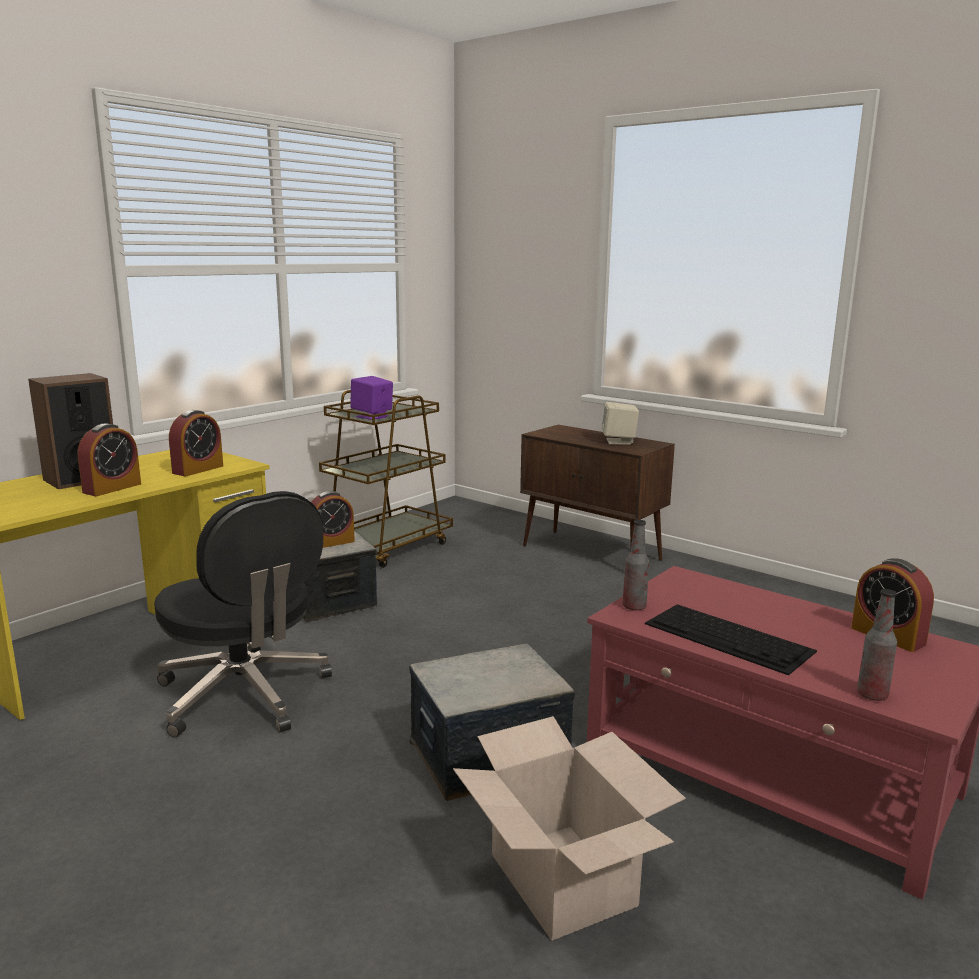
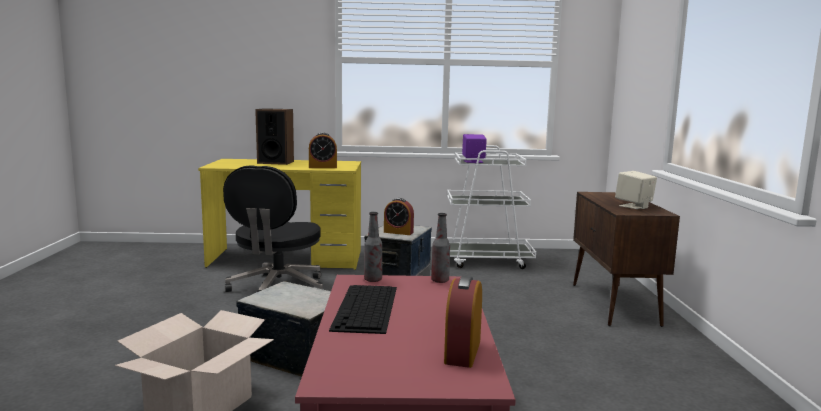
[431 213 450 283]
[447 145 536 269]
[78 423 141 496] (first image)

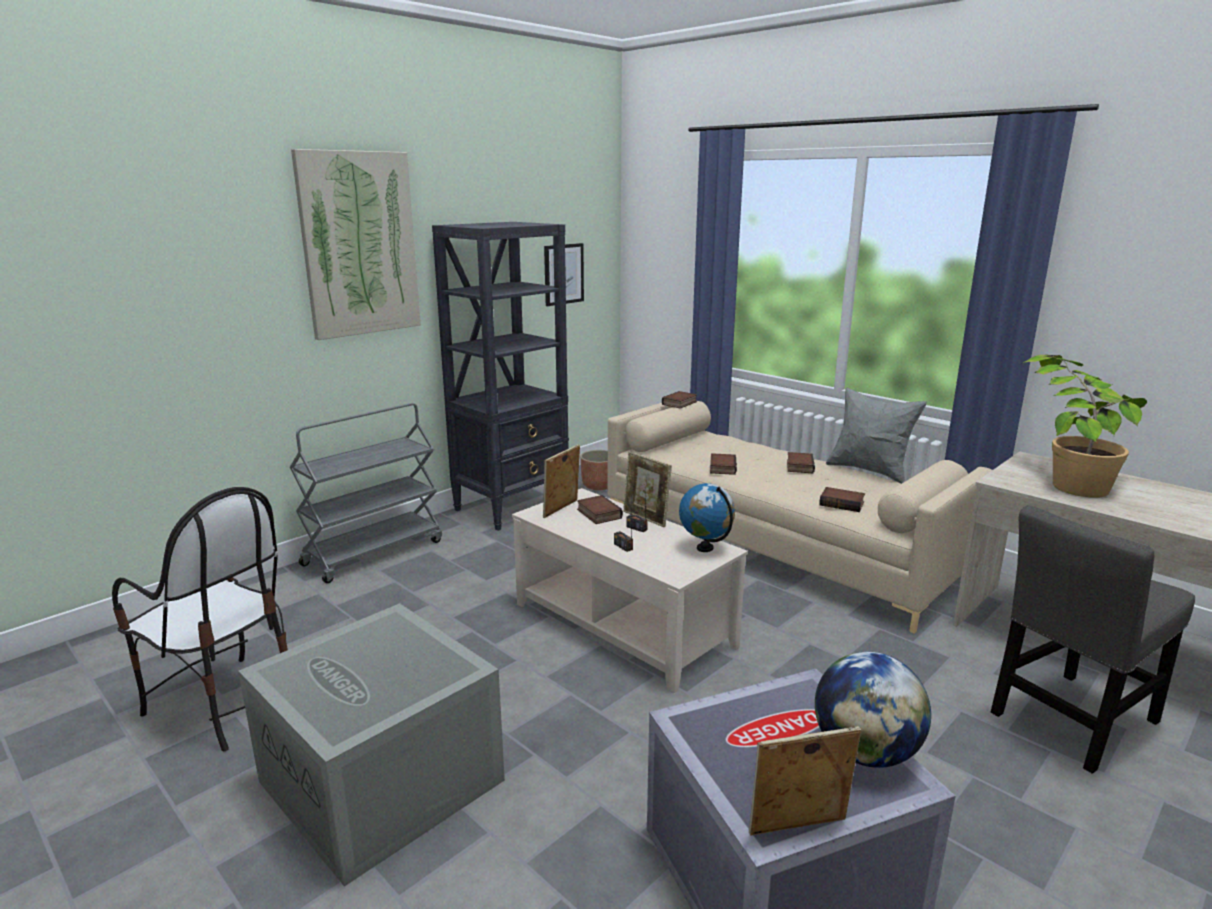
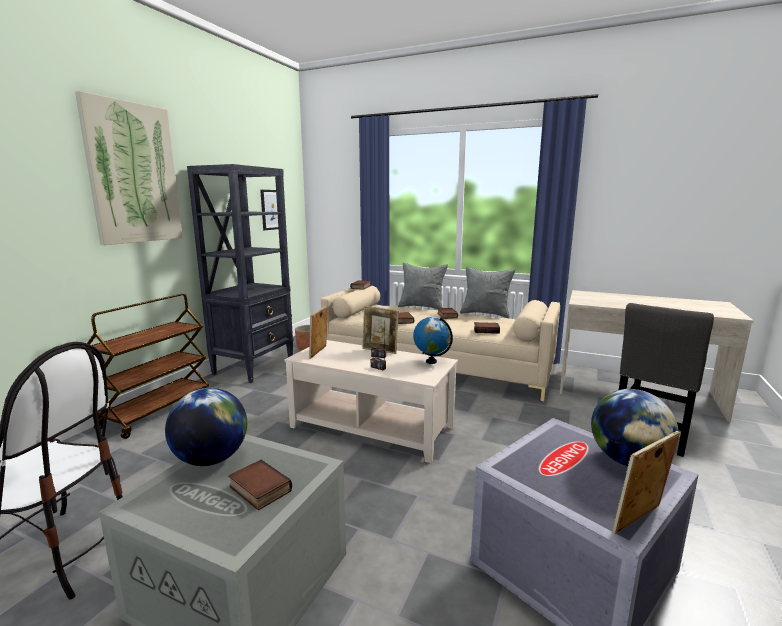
[87 294 211 439]
[165 388 247 466]
[228 460 292 510]
[398 263 448 310]
[1023 355 1147 498] (first image)

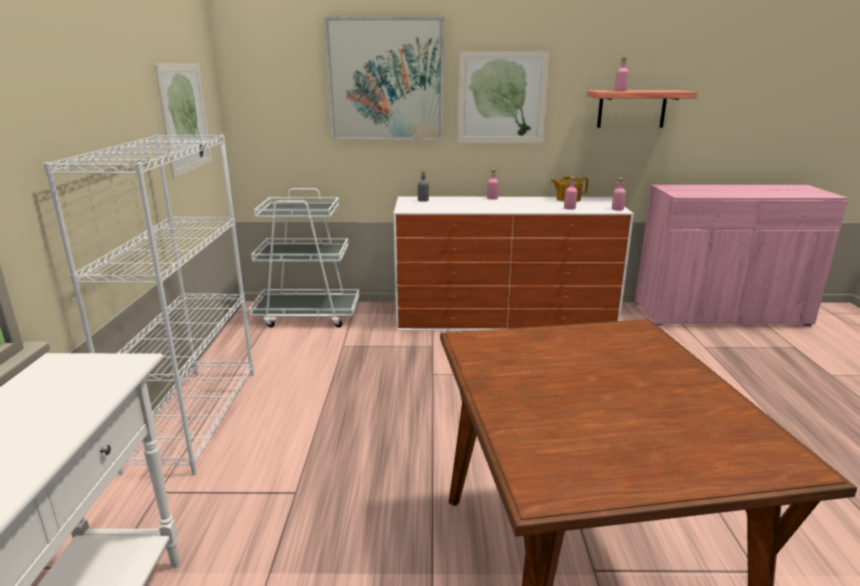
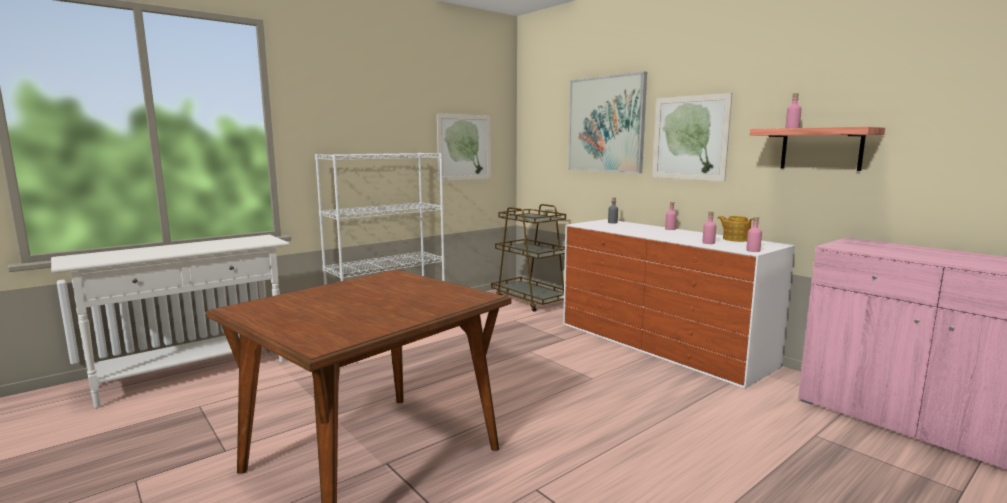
[491 204 566 312]

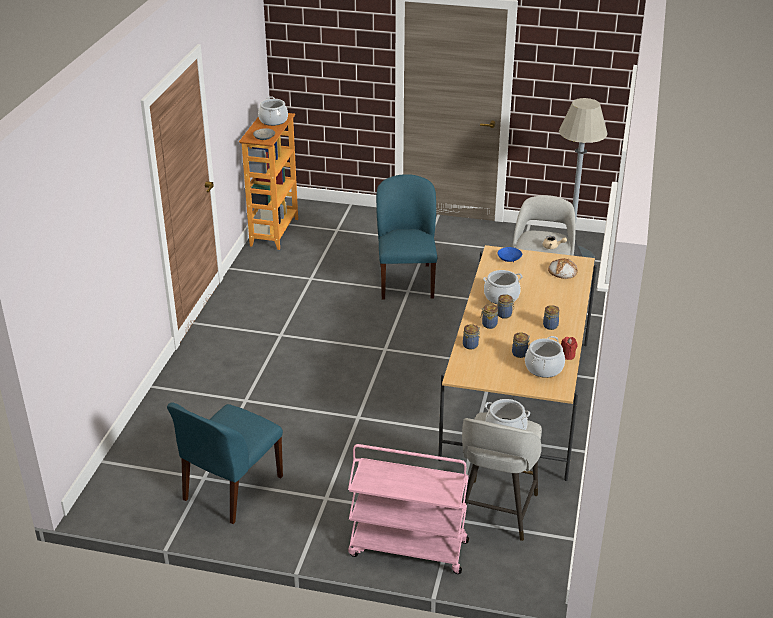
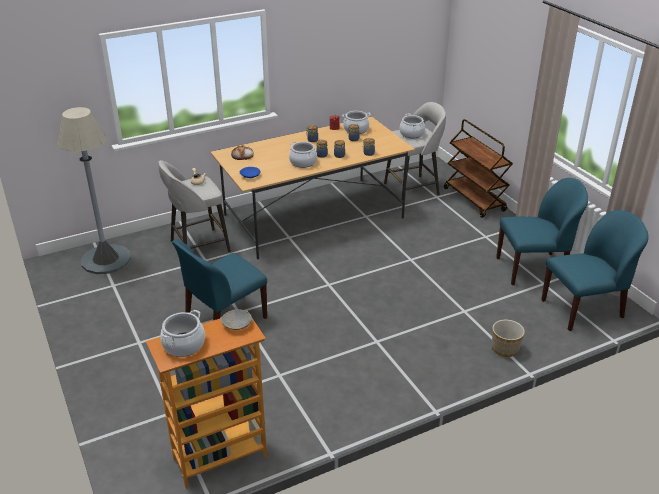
[444 119 513 218]
[492 320 525 357]
[541 210 649 331]

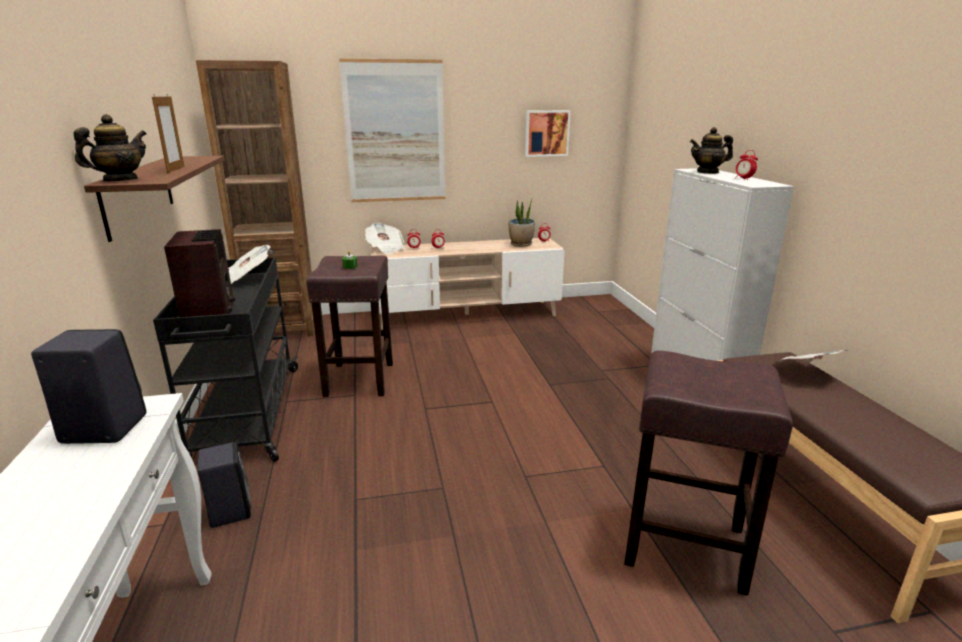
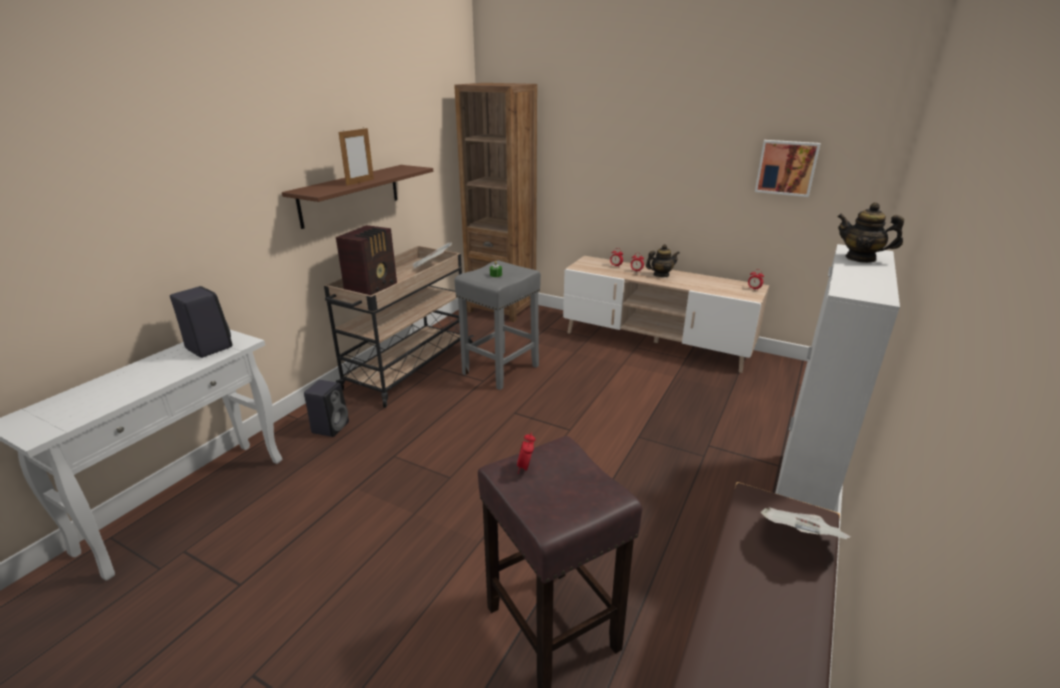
[324 246 474 408]
[454 260 541 390]
[517 432 535 474]
[646 244 680 277]
[339 59 446 202] (first image)
[365 223 405 255] (first image)
[508 196 535 247] (first image)

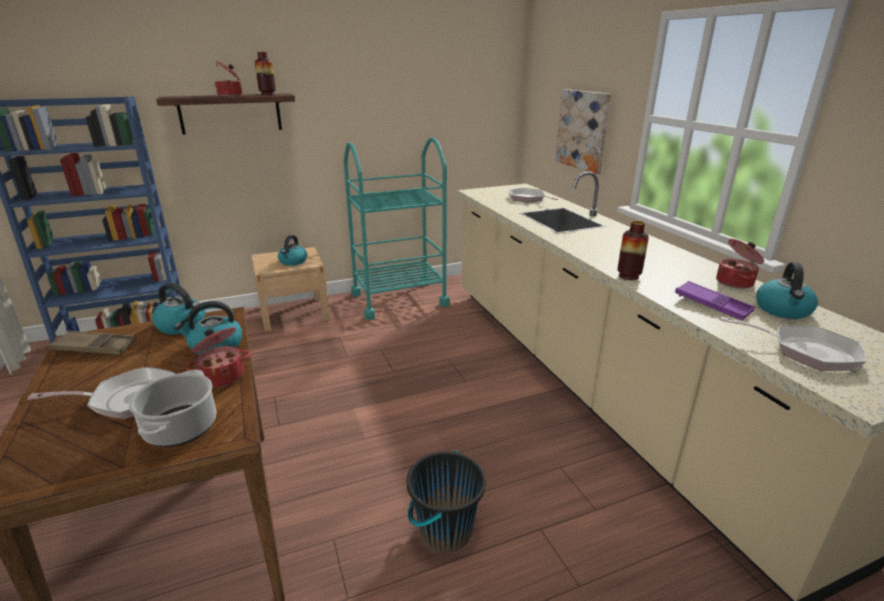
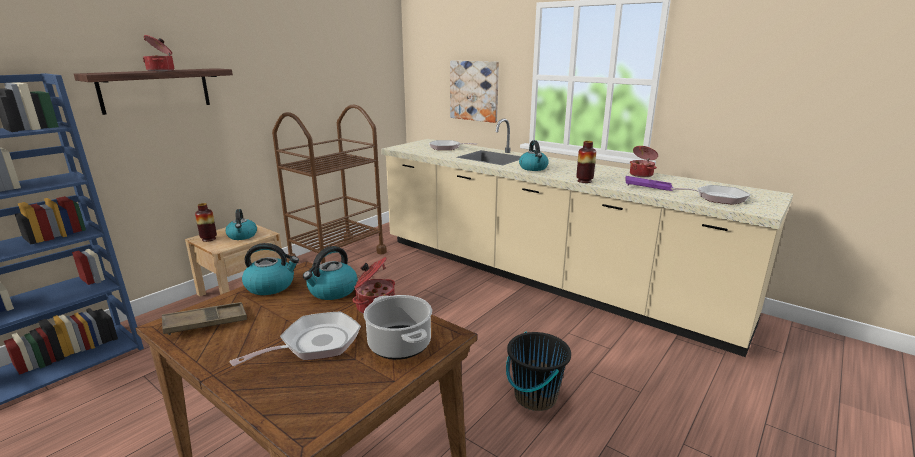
[195 203 217 242]
[272 105 387 264]
[519 140 549 171]

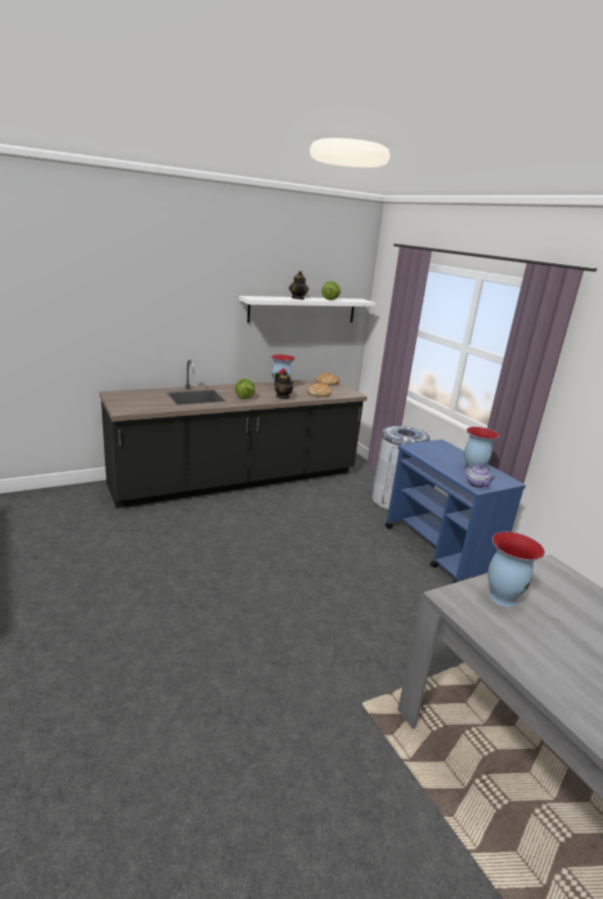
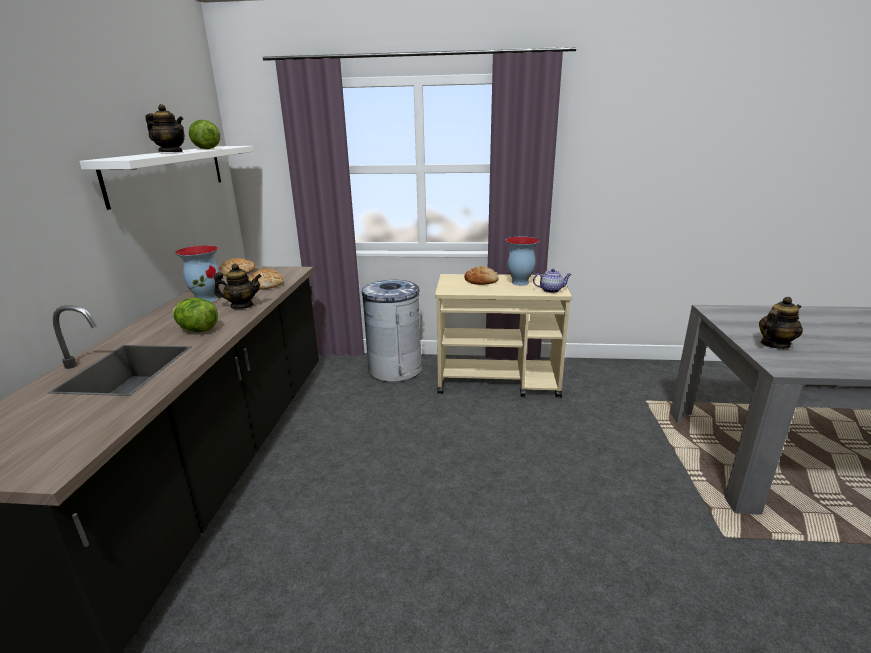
[435 274 572 398]
[464 266 499 285]
[759 297 803 349]

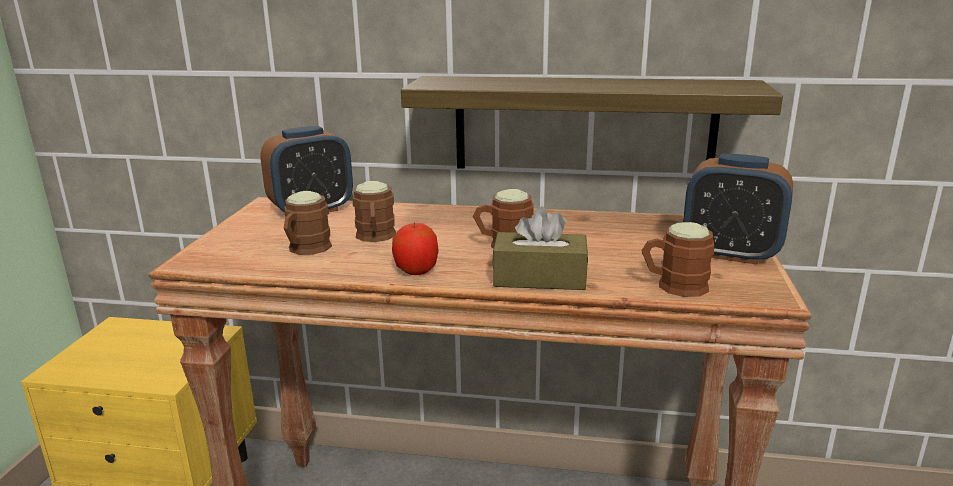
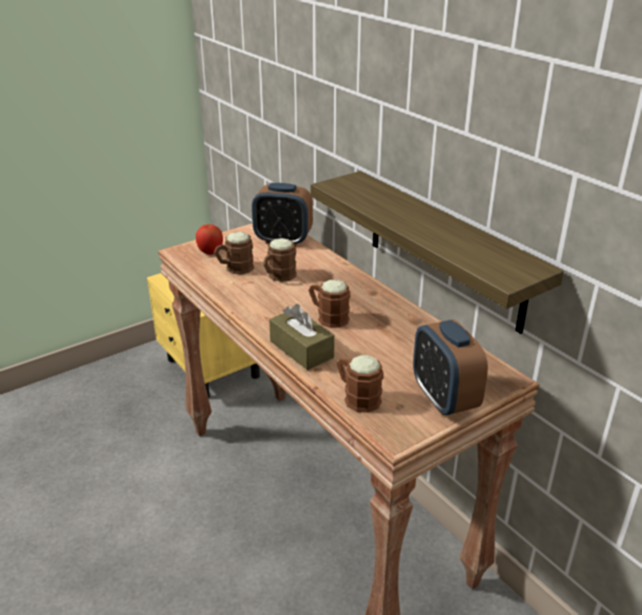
[196 224 223 255]

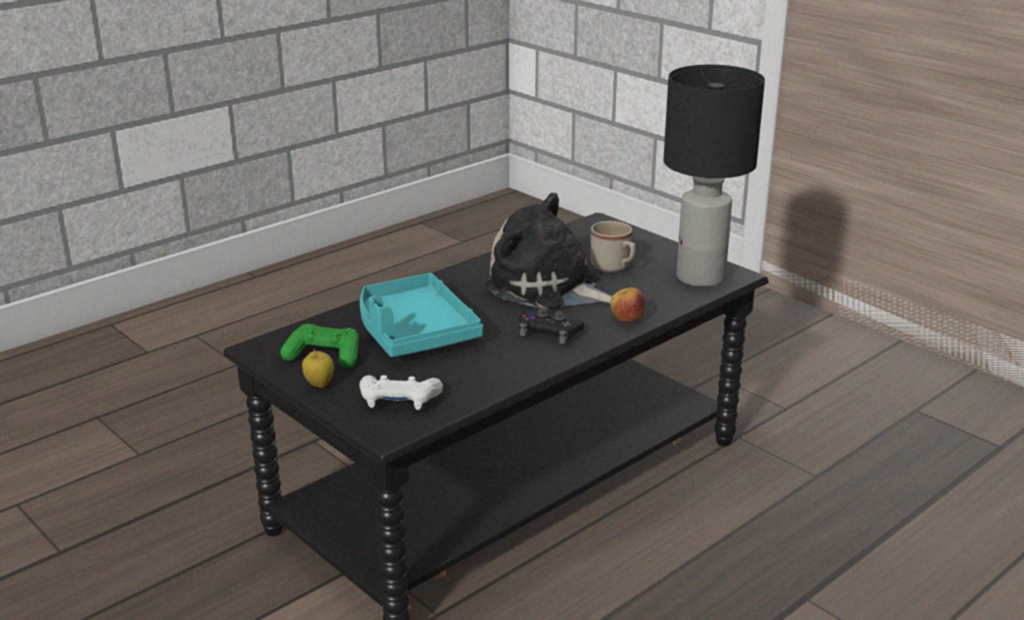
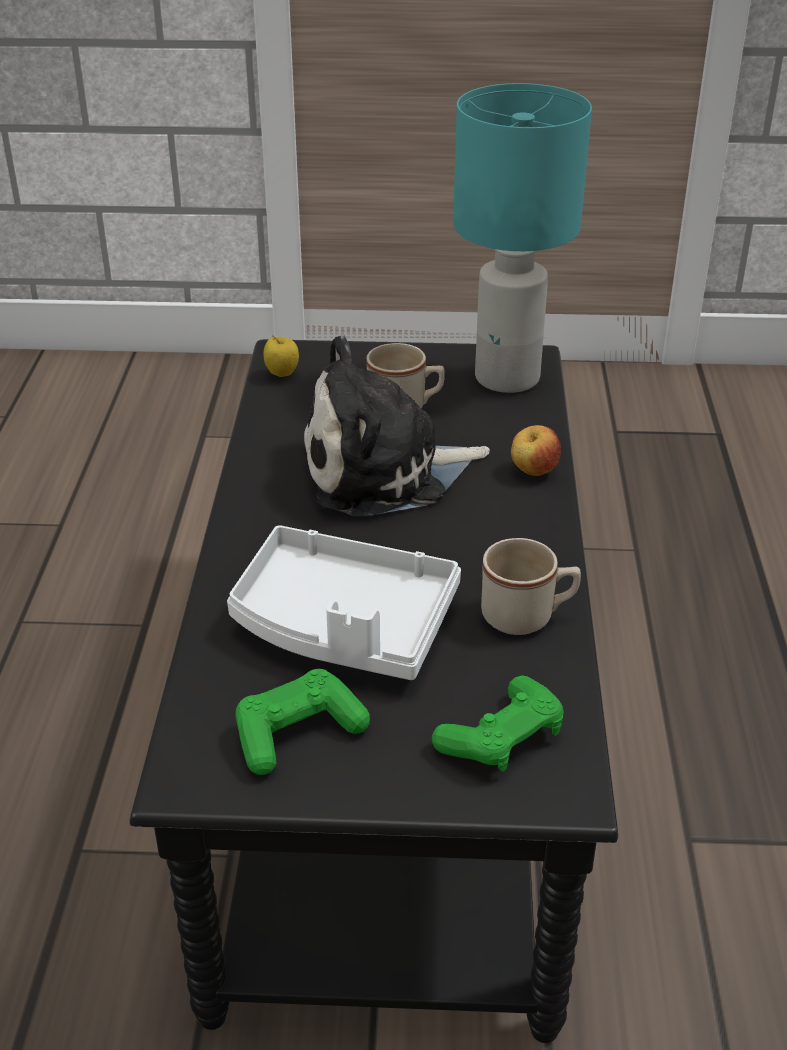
[227 525 461 680]
[263 335 299 377]
[432 675 564 772]
[453 83 592 393]
[481 538 581 635]
[519 308 584 344] (first image)

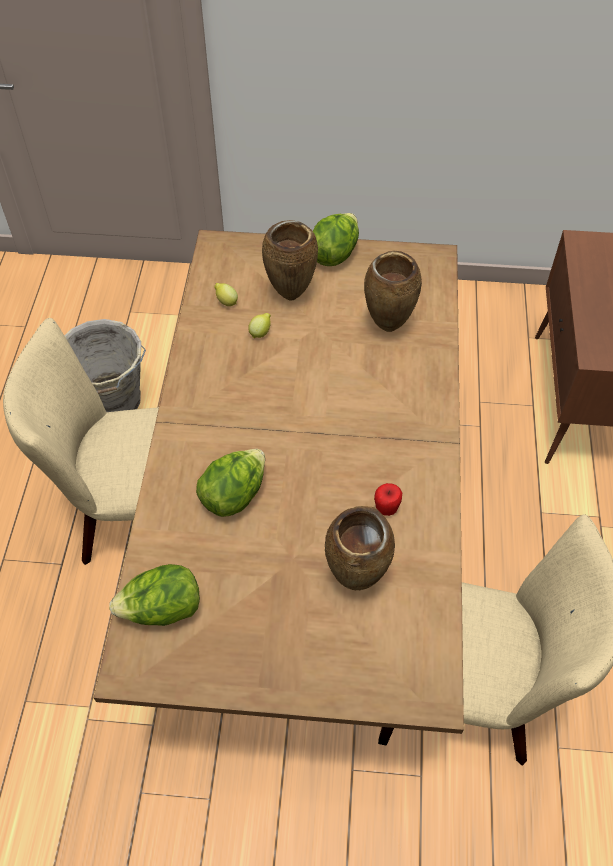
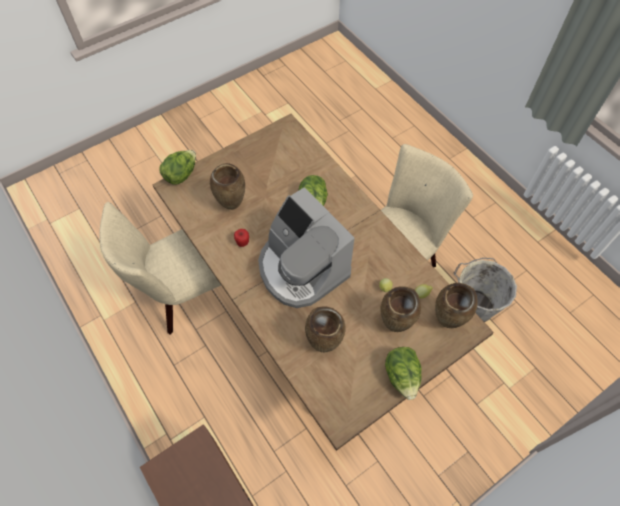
[159 150 196 184]
[258 187 354 308]
[435 283 478 328]

